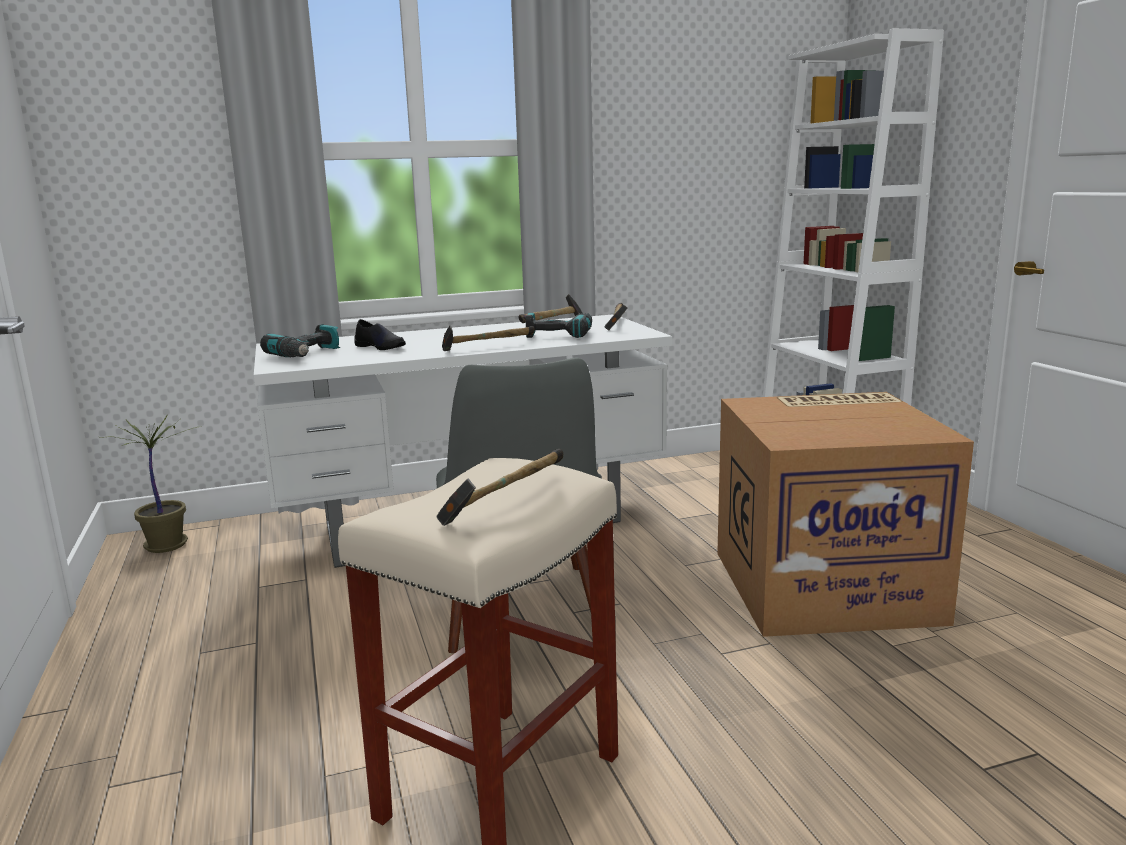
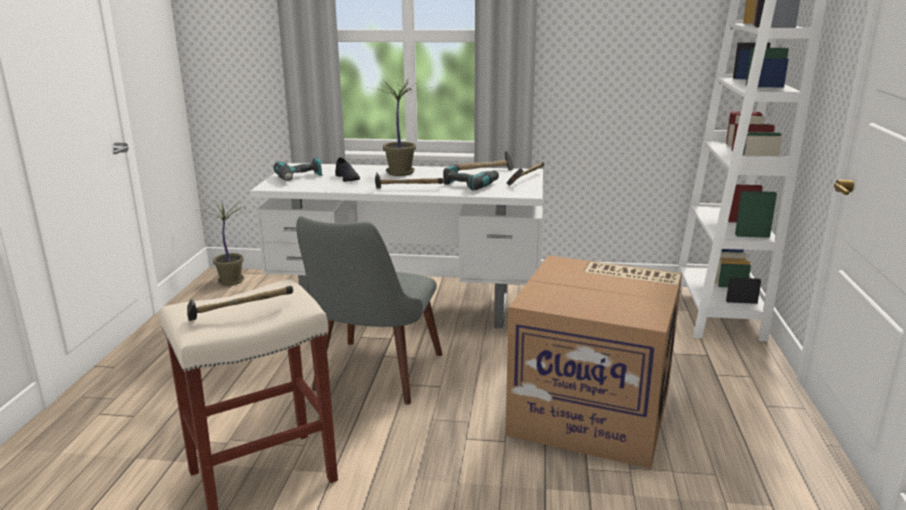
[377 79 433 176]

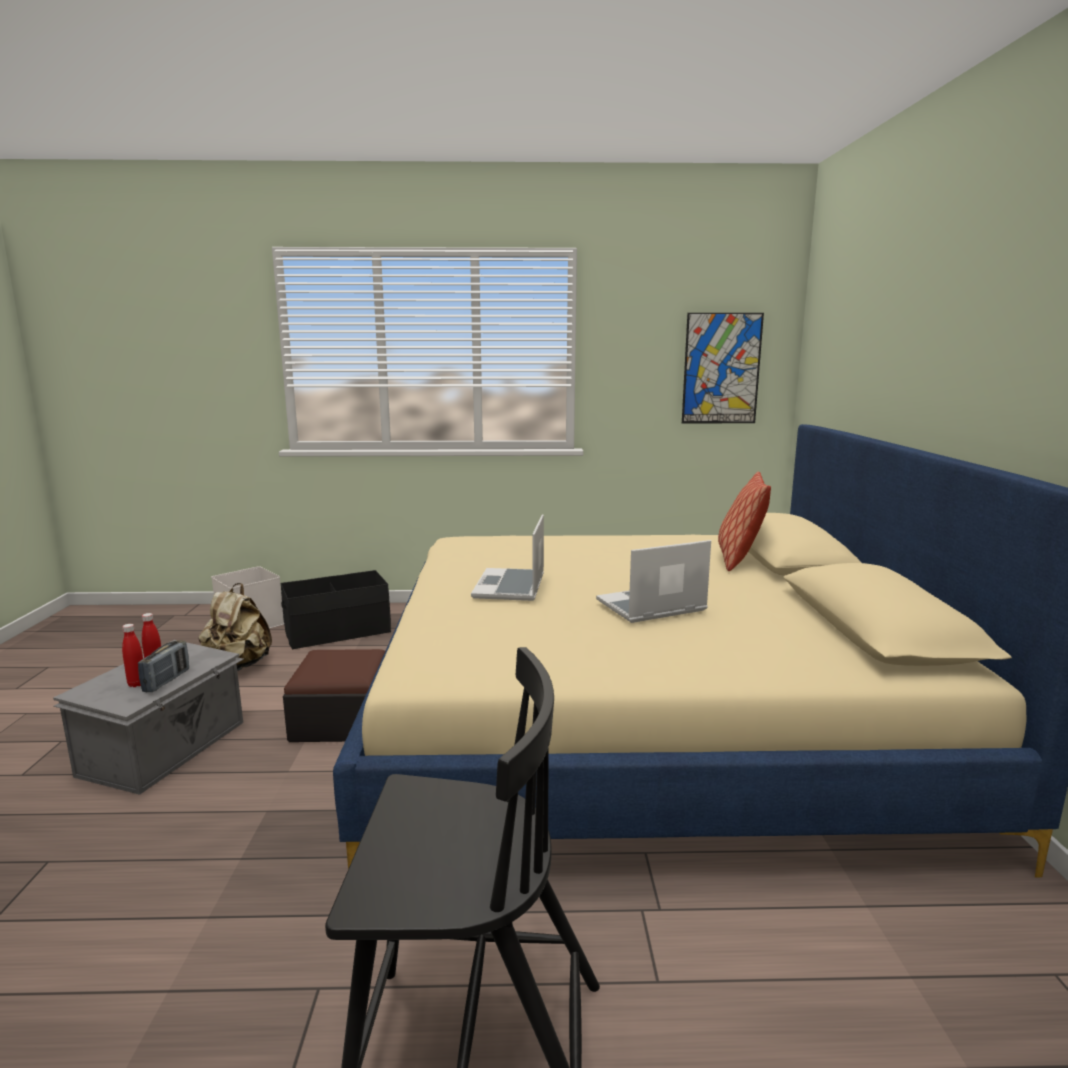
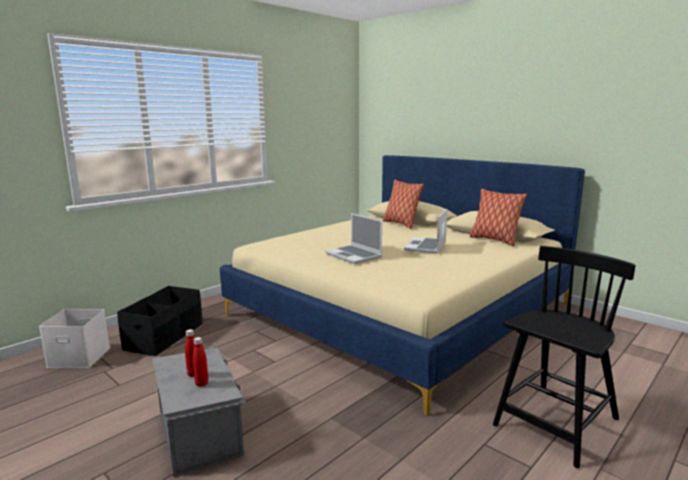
[469 189 527 246]
[138 640 189 692] (first image)
[198 583 272 671] (first image)
[283 649 385 742] (first image)
[682 313 764 423] (first image)

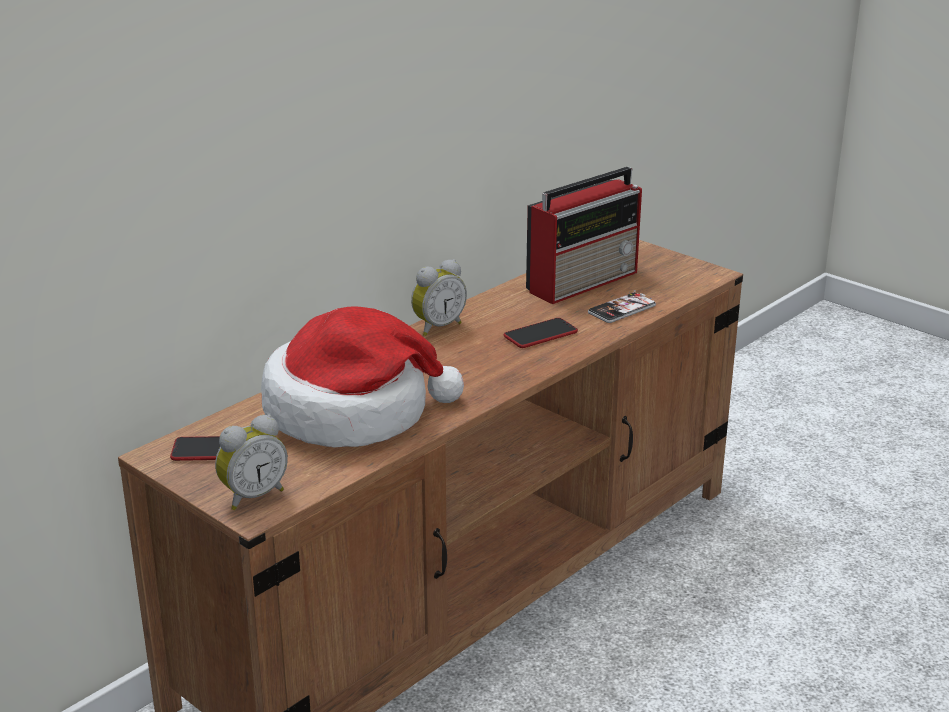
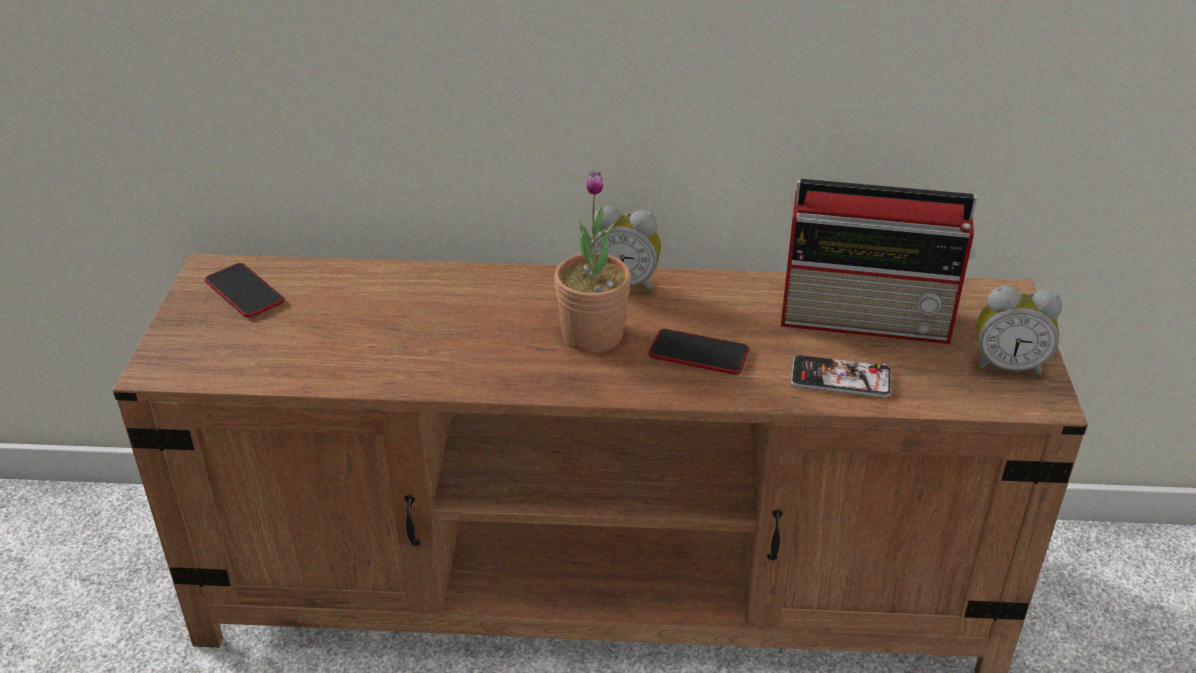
[554 171 631 353]
[975 285 1062 378]
[261 306 464 447] (first image)

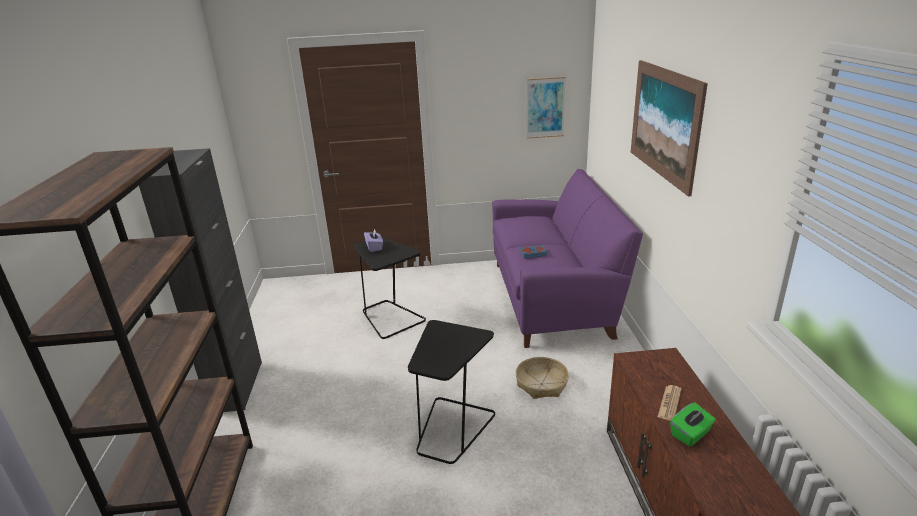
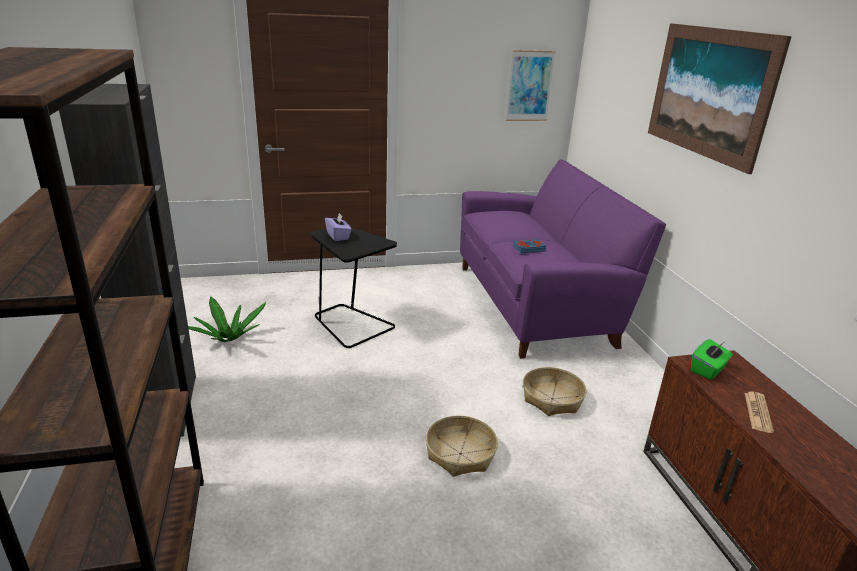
[188 296 266 342]
[426 415 498 477]
[691 339 733 380]

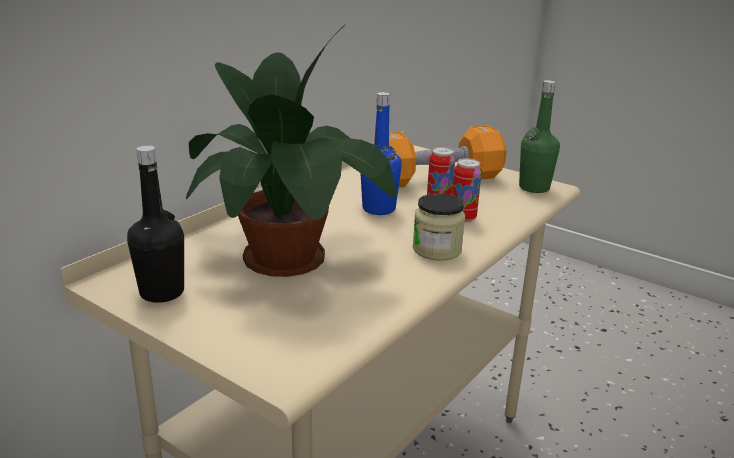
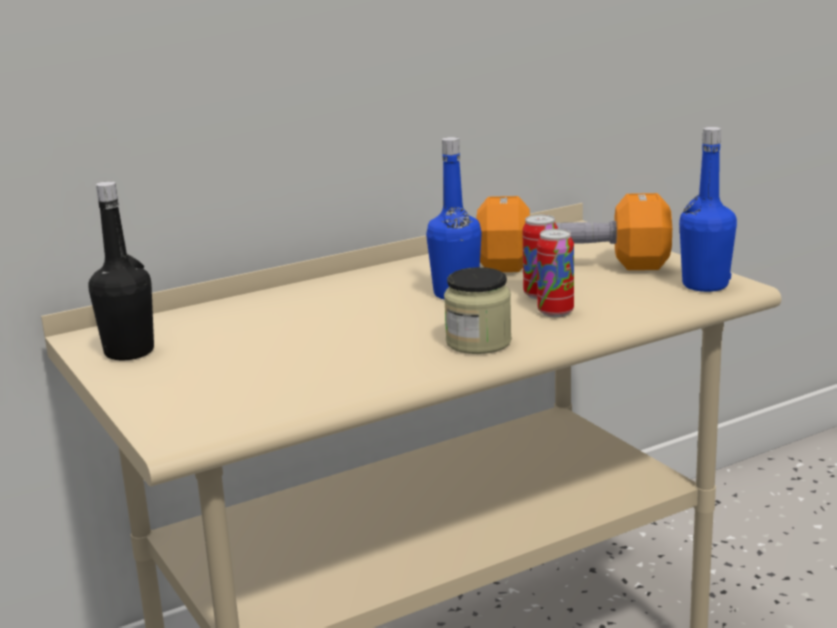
[679 127 737 292]
[186 24 397 277] (first image)

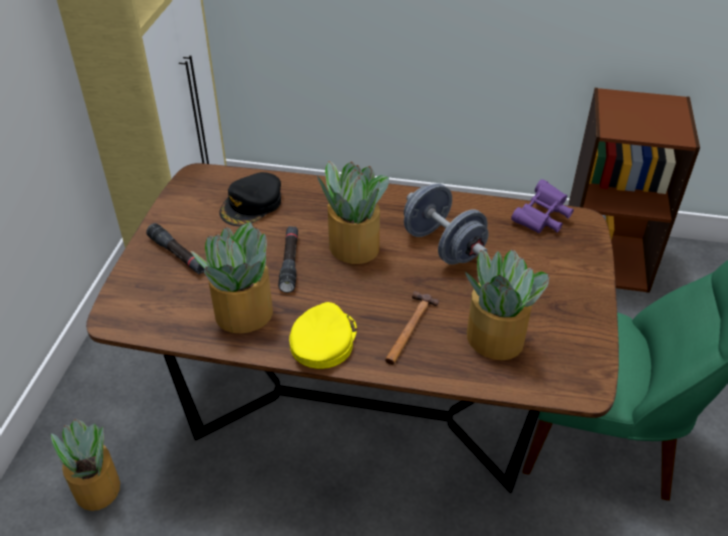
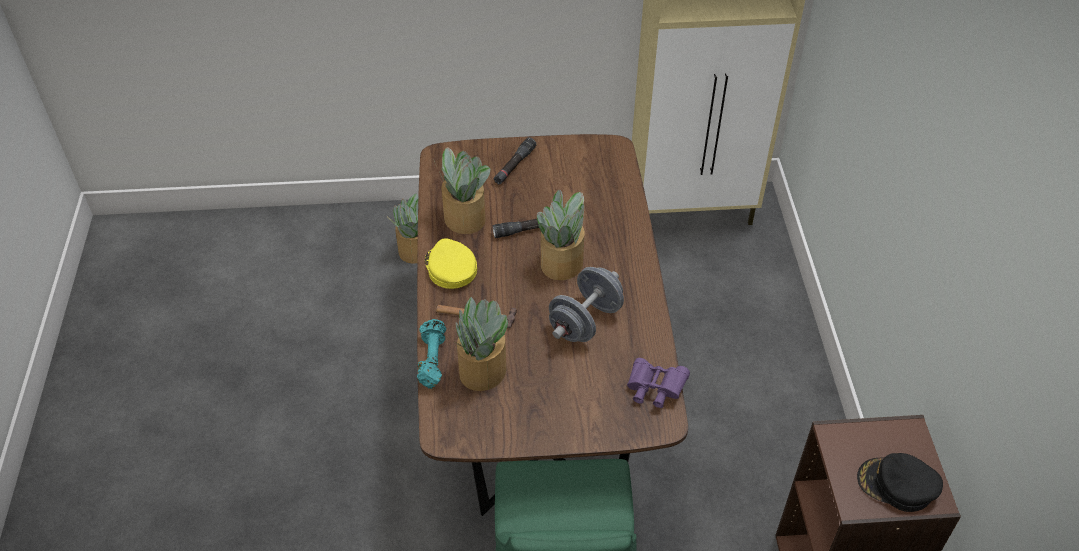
[417 319 446 389]
[425 238 477 289]
[857 453 943 512]

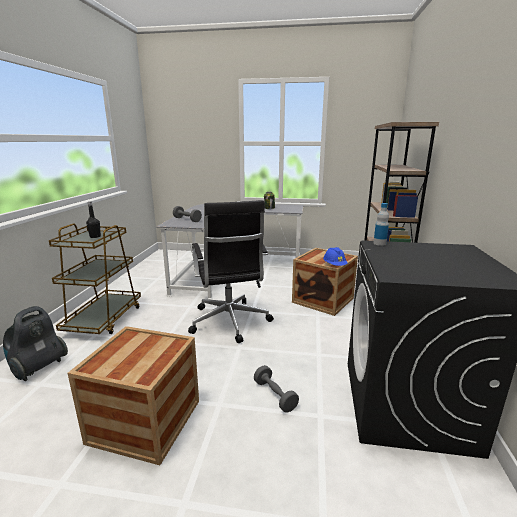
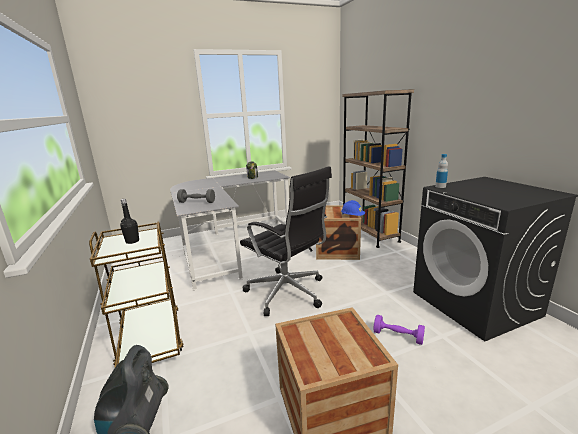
[373 315 425 345]

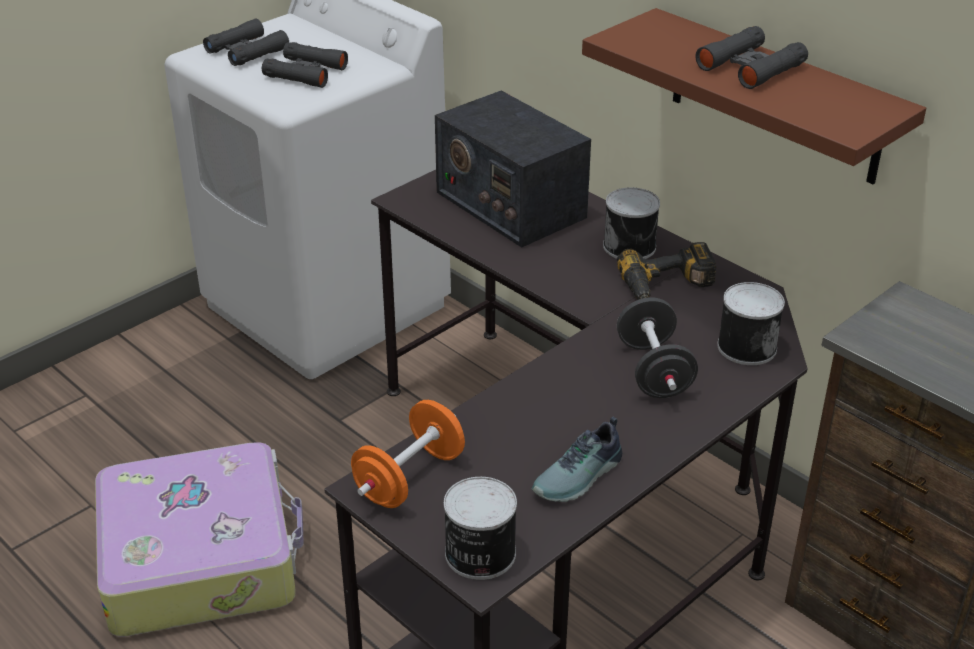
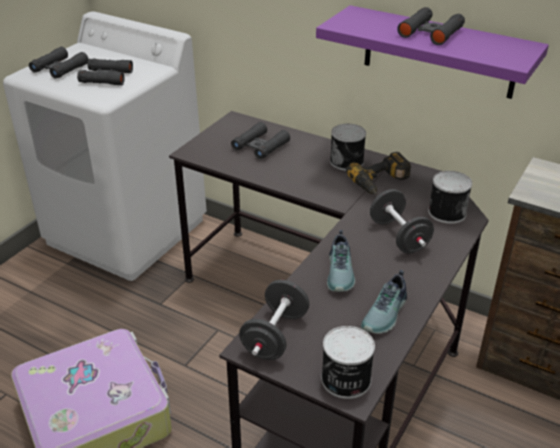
[231 122 290 159]
[239 280 309 360]
[316 5 549 99]
[327 230 355 292]

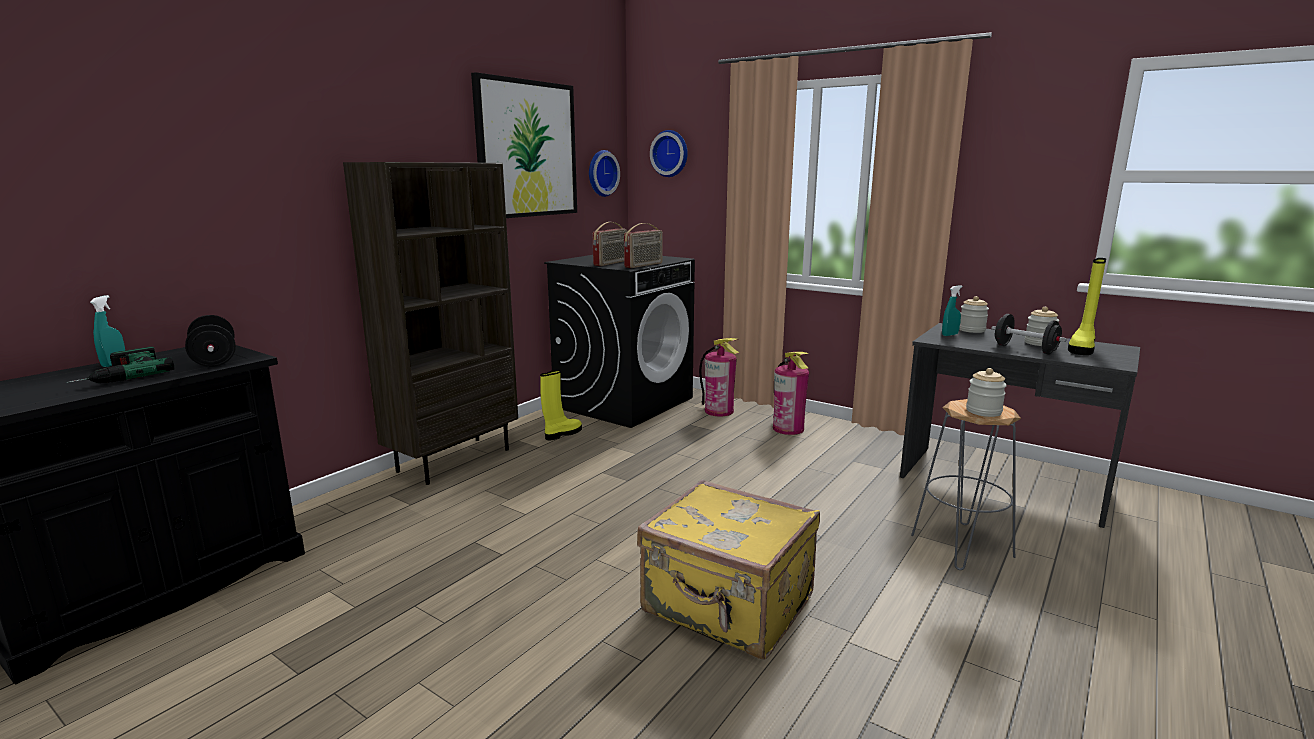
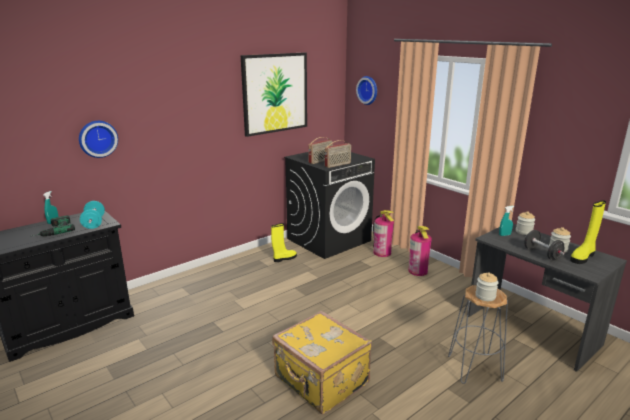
[79 121 118 158]
[80 201 105 229]
[343 162 518 485] (first image)

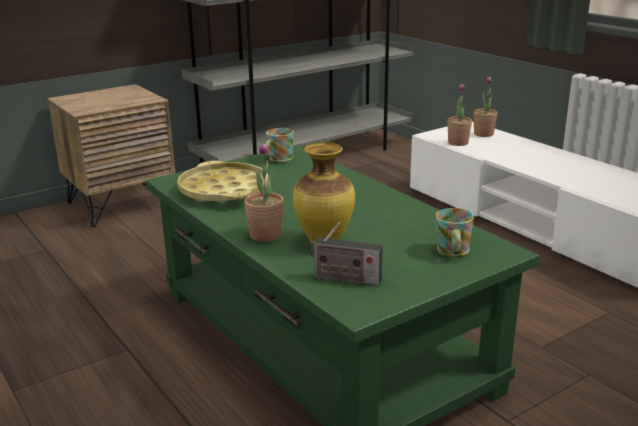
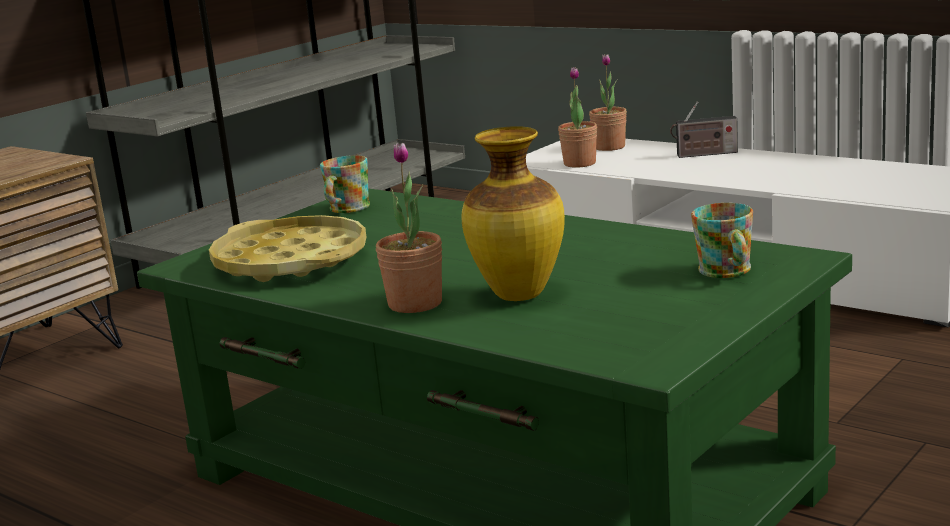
[670 101 738 158]

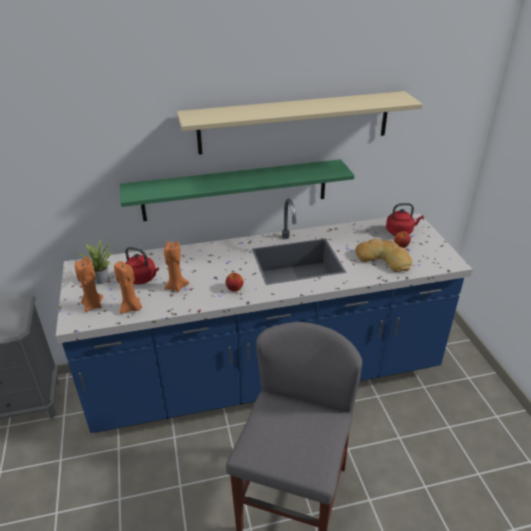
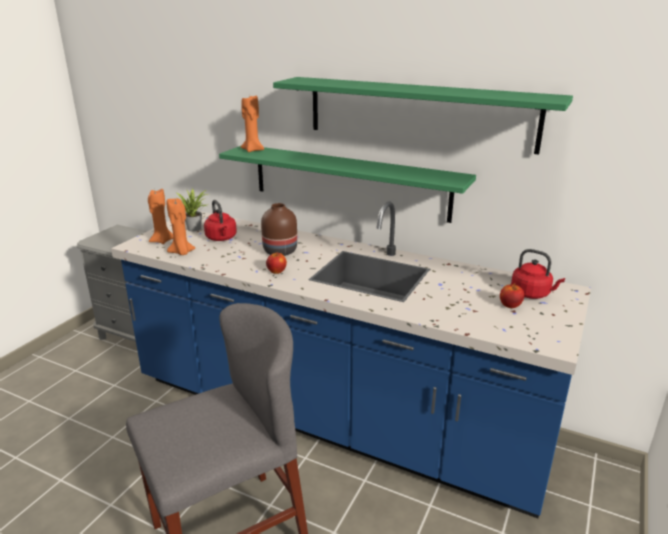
[241 95 264 152]
[261 203 297 256]
[273 77 573 155]
[355 239 412 272] (first image)

